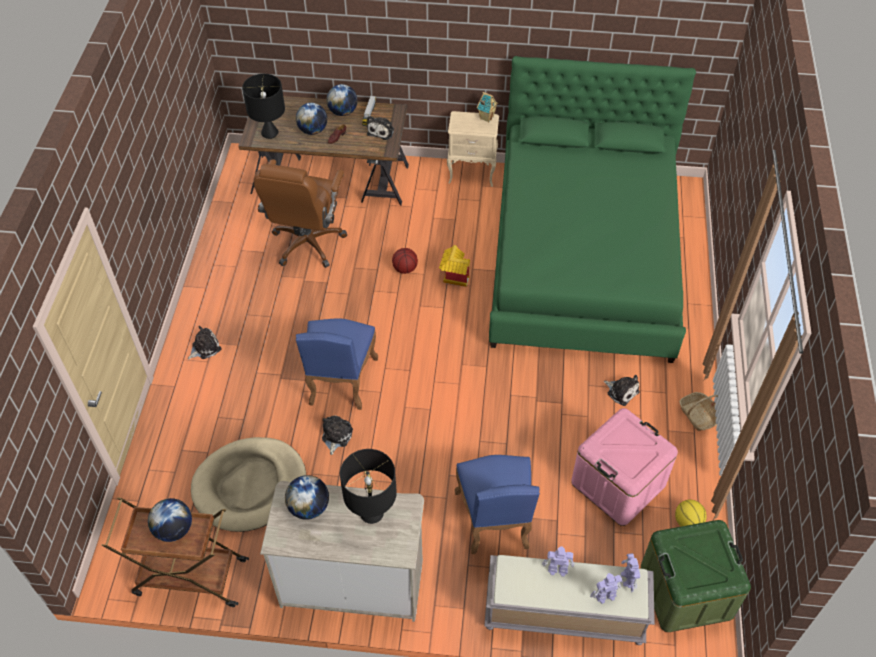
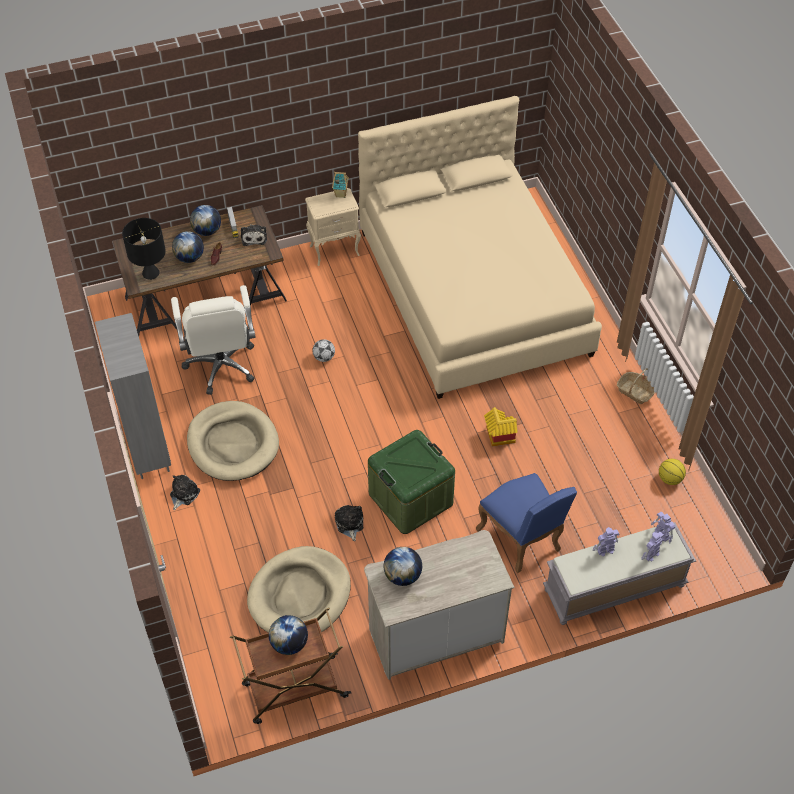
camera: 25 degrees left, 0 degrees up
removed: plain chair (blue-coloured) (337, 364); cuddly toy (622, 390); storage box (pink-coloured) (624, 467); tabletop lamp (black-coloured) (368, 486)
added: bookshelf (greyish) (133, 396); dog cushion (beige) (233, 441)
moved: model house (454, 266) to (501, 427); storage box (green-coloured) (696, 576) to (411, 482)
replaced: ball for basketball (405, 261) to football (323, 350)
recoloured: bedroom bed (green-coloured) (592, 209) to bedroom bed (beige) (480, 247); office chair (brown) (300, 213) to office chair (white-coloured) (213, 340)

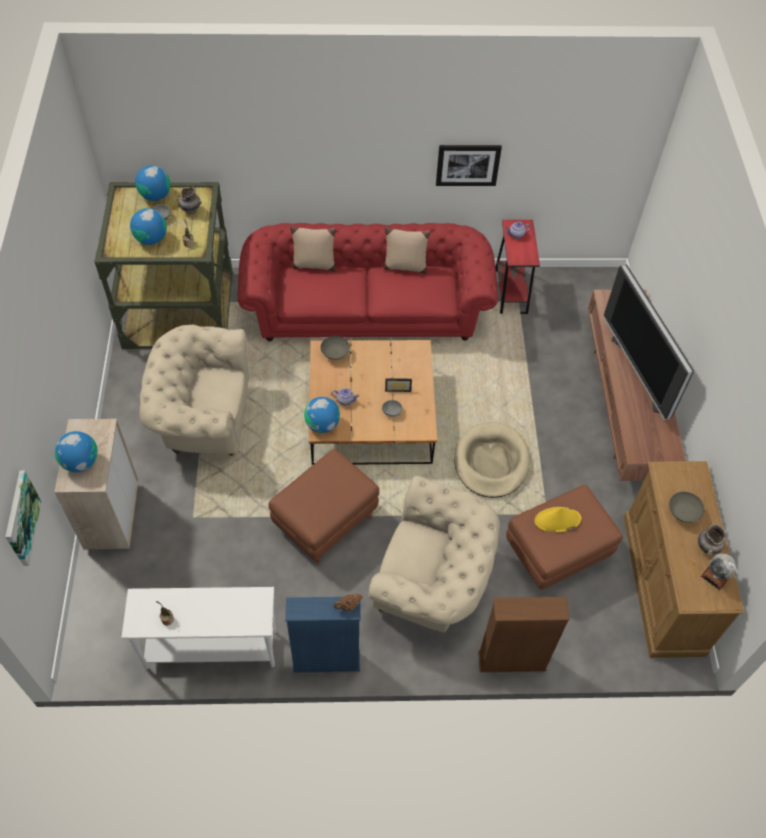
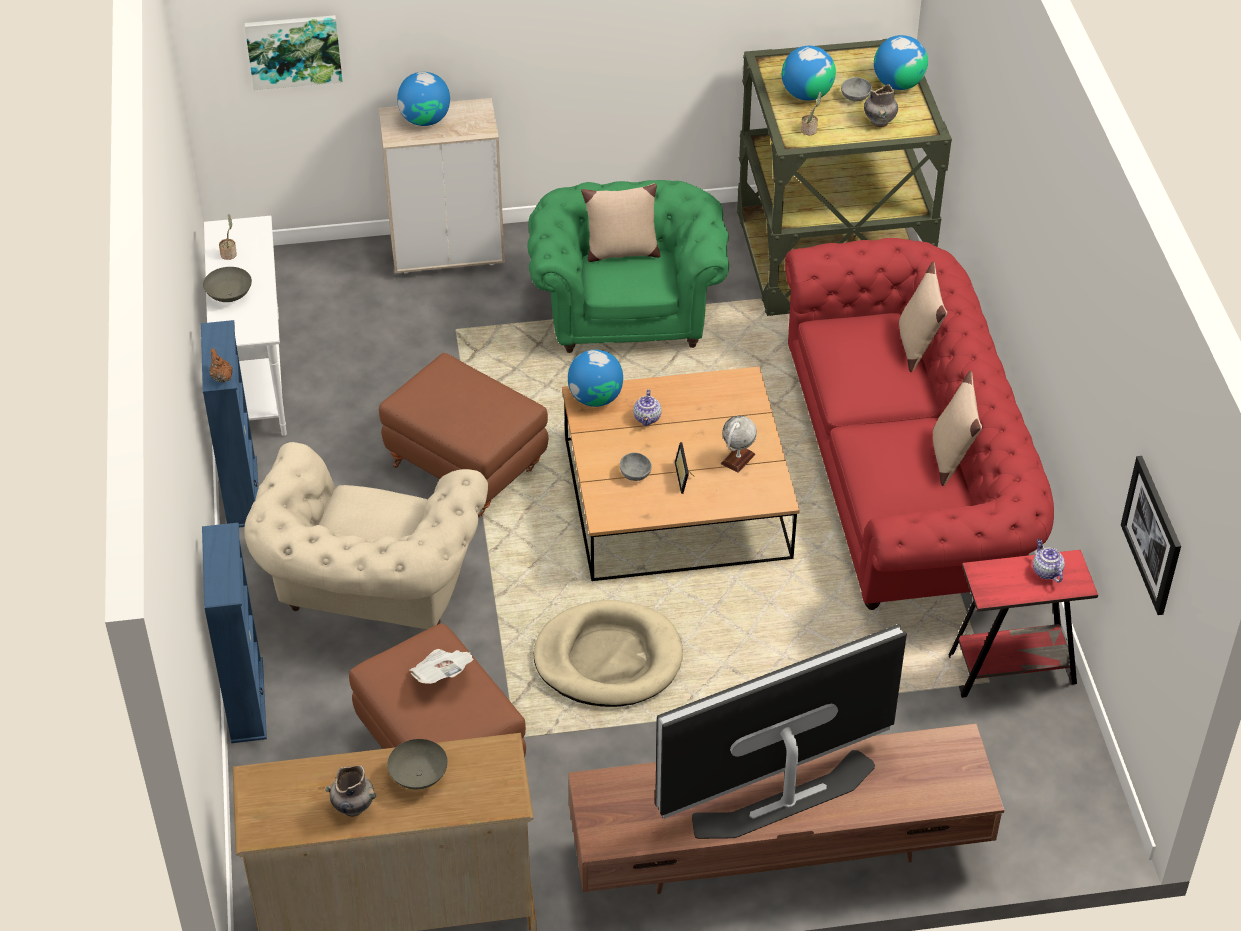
camera: 85 degrees right, 10 degrees down
added: pillow (beige) (620, 222)
moved: wall picture (469, 165) to (1151, 535); serving bowl (greyish) (335, 348) to (227, 284); desk globe (719, 571) to (739, 444)
replaced: wearable hat (yellowish) (557, 520) to printed paper (441, 666)
recoloured: armchair (beige) (194, 390) to armchair (green-coloured) (628, 266); bookshelf (brown) (524, 634) to bookshelf (blue-coloured) (234, 633)

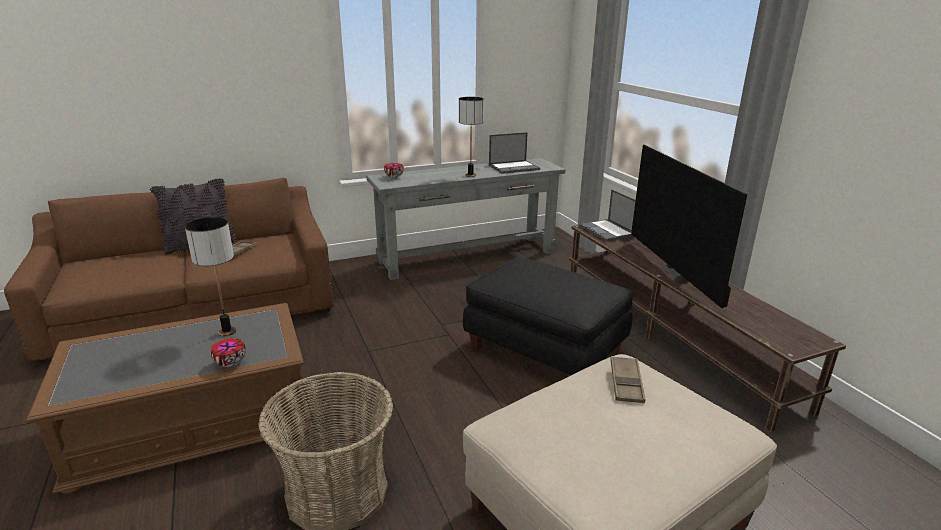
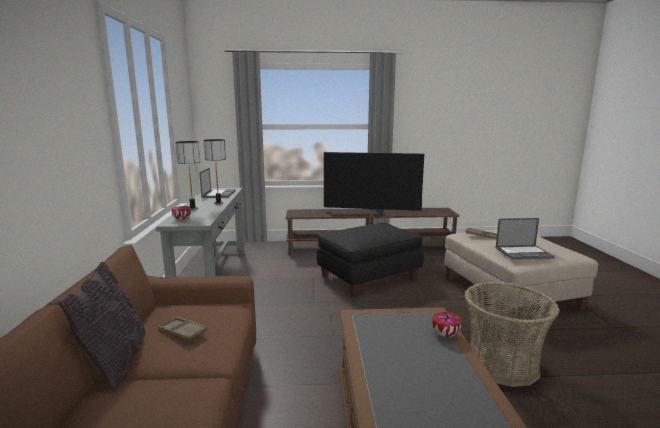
camera: 70 degrees left, 10 degrees down
moved: notebook computer (607, 215) to (525, 239); tabletop lamp (210, 276) to (187, 175)

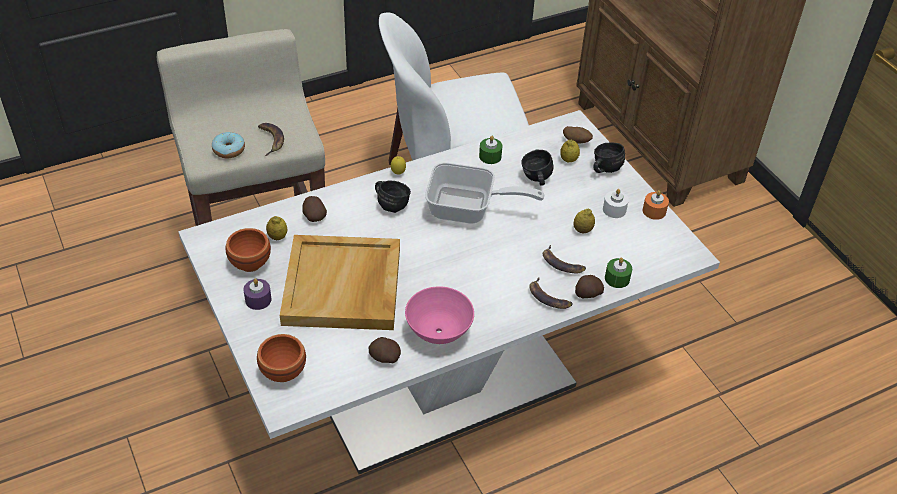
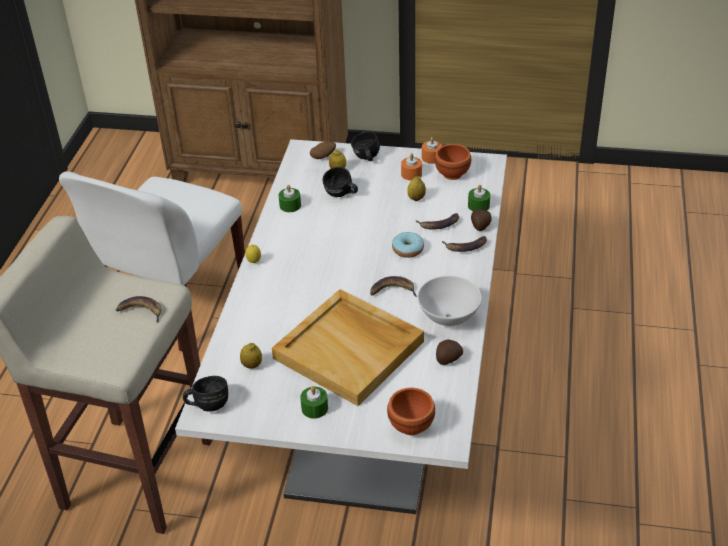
camera: 50 degrees left, 5 degrees down
removed: frying pan (484, 193); potato (315, 209)
added: banana (393, 286)
moved: ring doughnut (228, 145) to (408, 245); mug (black-coloured) (393, 197) to (205, 394); serving bowl (brown) (248, 250) to (453, 162)
recoloured: wax candle (white-coloured) (616, 203) to wax candle (orangey) (411, 167); wax candle (purplish) (257, 294) to wax candle (green-coloured) (314, 402); serving bowl (pink-coloured) (439, 315) to serving bowl (white-coloured) (450, 301)

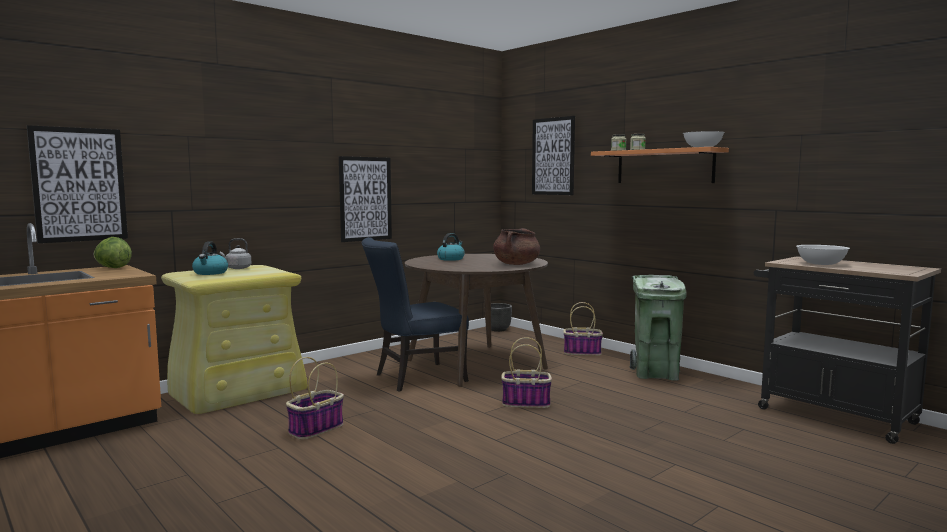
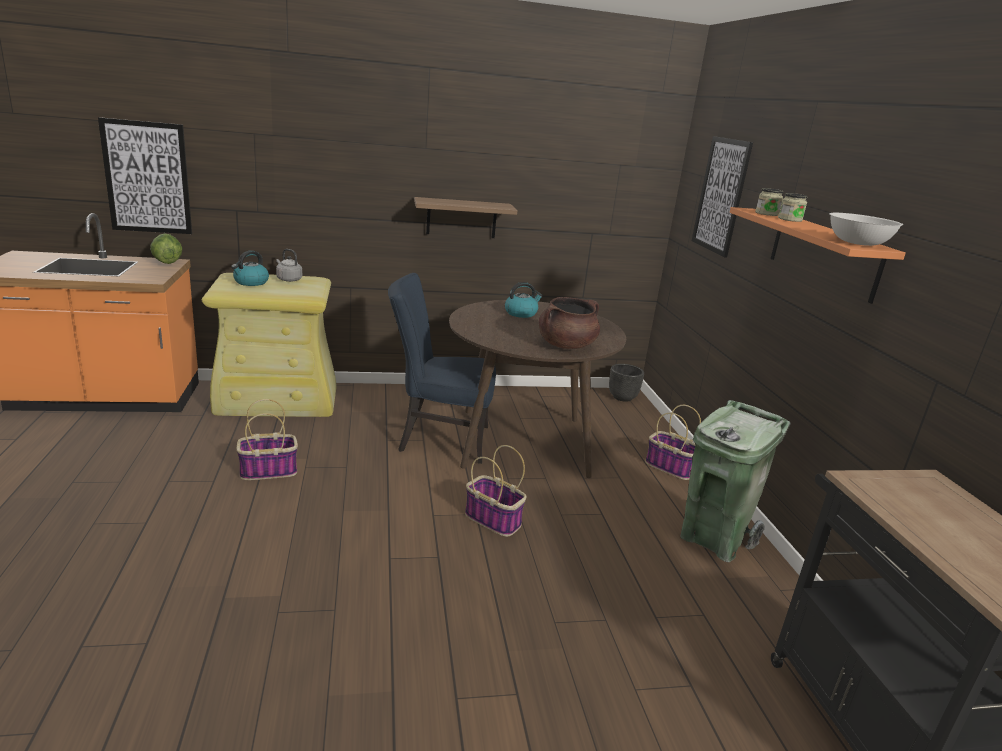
camera: 30 degrees right, 15 degrees up
removed: serving bowl (white-coloured) (823, 255)
replaced: wall picture (365, 199) to wall shelf (466, 217)

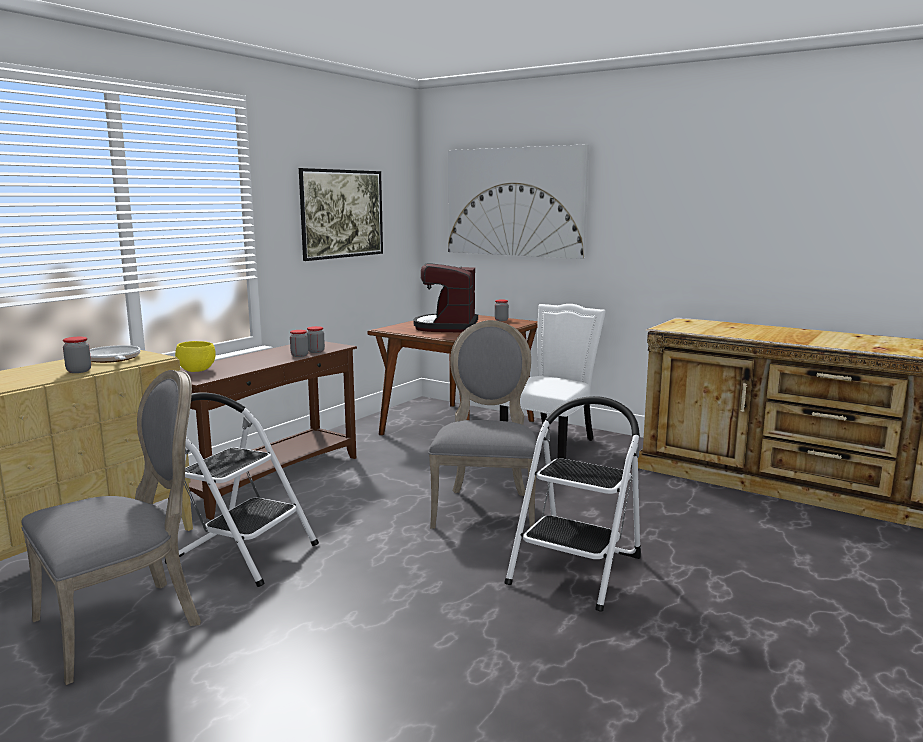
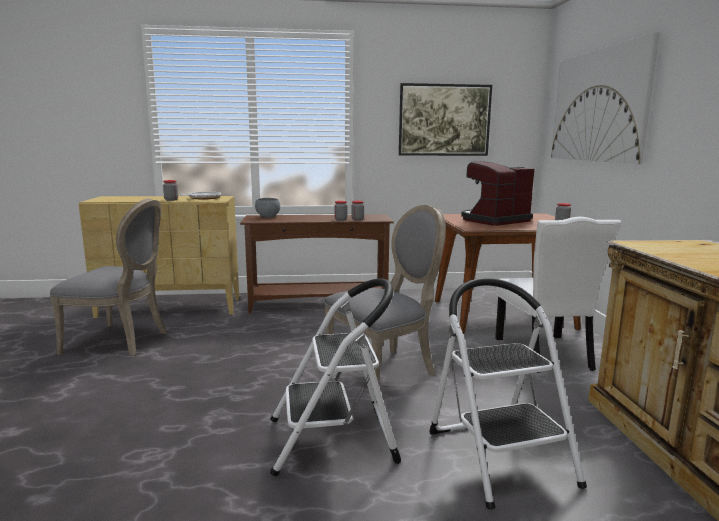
camera: 50 degrees right, 0 degrees up
moved: stepladder (242, 489) to (508, 393)
recoloured: serving bowl (yellowish) (195, 356) to serving bowl (greyish) (267, 208)
turned: plain chair (white-coloured) (552, 381) = (558, 295) 90 degrees clockwise

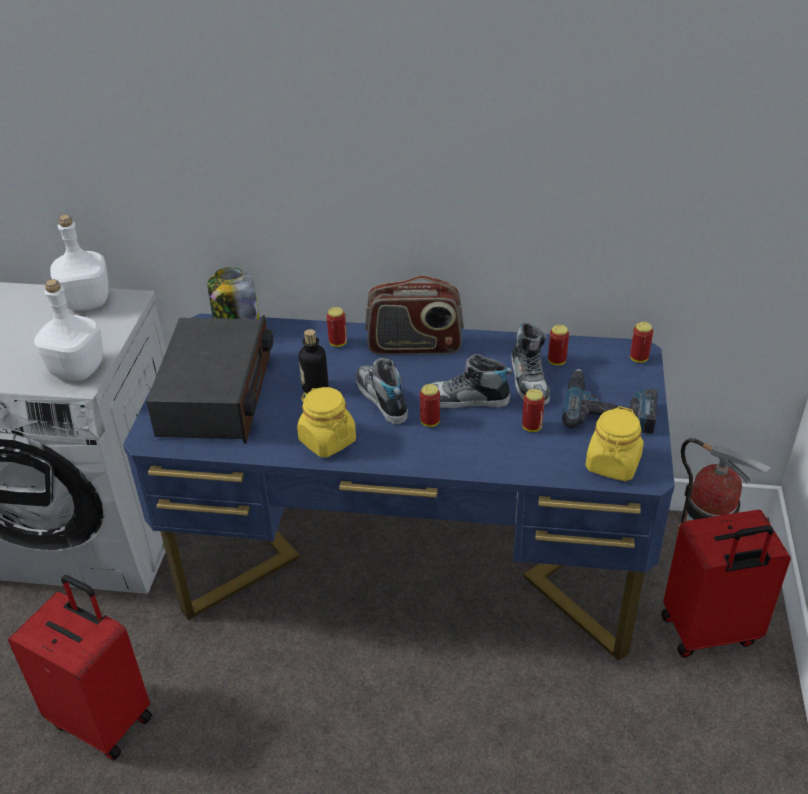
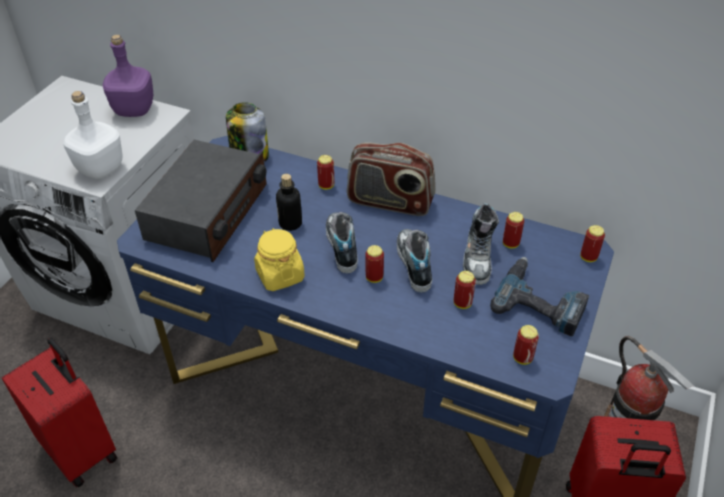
camera: 15 degrees right, 5 degrees up
replaced: storage jar (yellowish) (615, 443) to can (526, 345)
recoloured: bottle (white-coloured) (79, 263) to bottle (purplish) (128, 76)
turned: item of footwear (471, 381) = (414, 261) 60 degrees clockwise

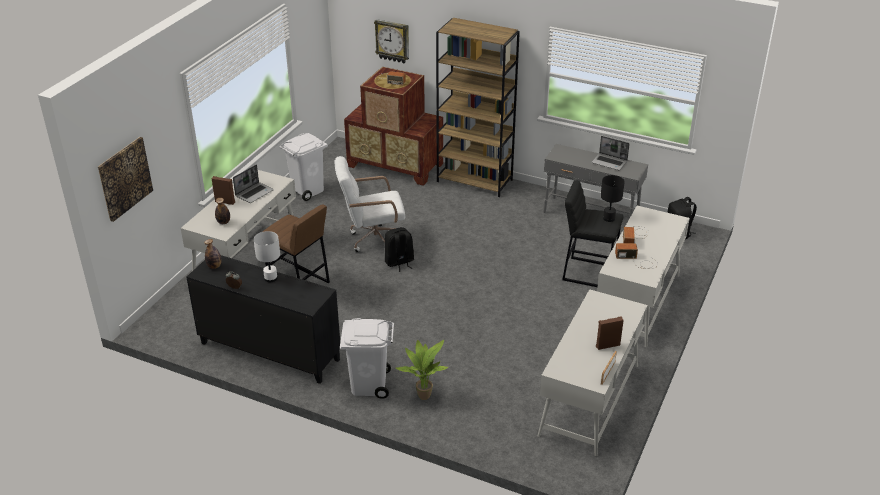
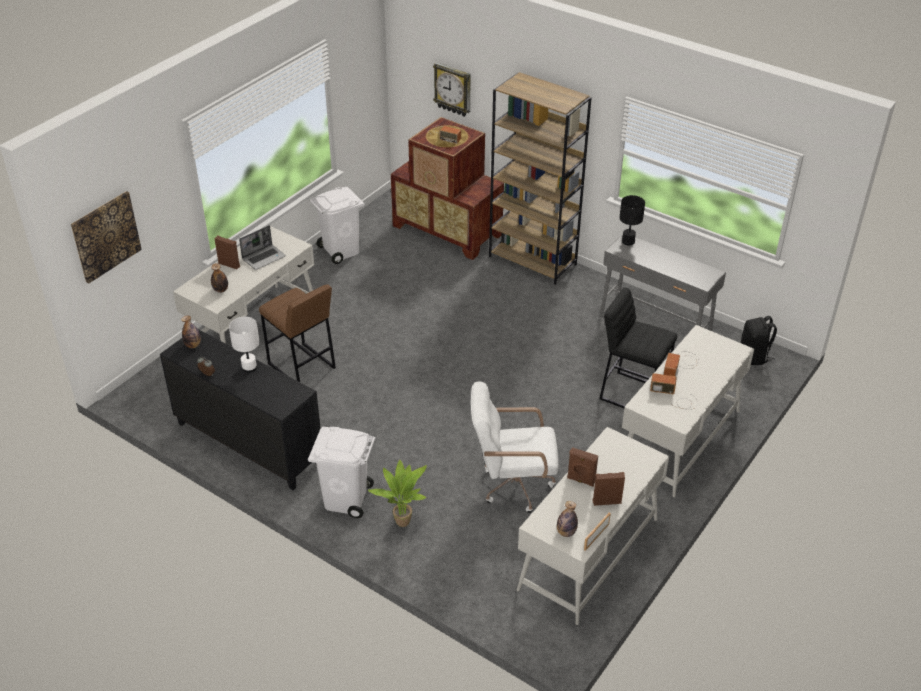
camera: 10 degrees right, 5 degrees up
removed: notebook computer (610, 153); rucksack (black-coloured) (399, 249)
added: audio speaker (brown) (582, 467); bottle (567, 519)
moved: office chair (white-coloured) (370, 204) to (514, 447); tabletop lamp (black-coloured) (612, 198) to (632, 220)

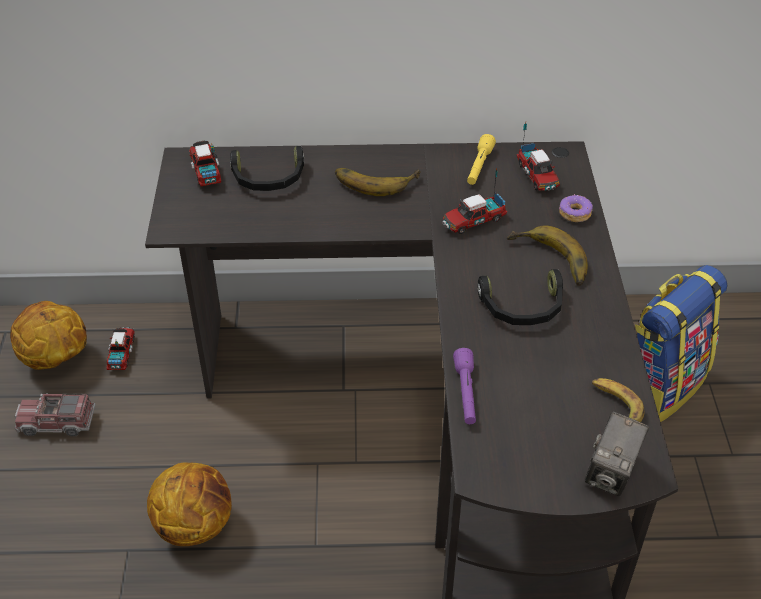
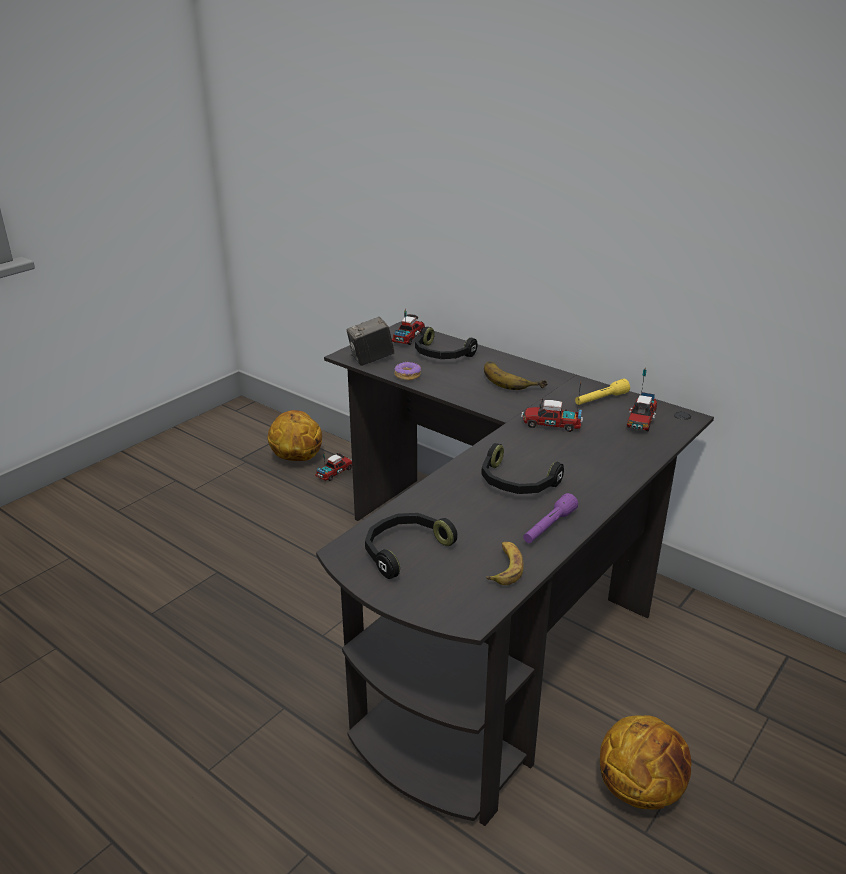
camera: 40 degrees right, 15 degrees down
removed: banana (547, 256); rucksack (681, 343); model truck (55, 414)
added: headphones (black-coloured) (411, 546)
moved: ring doughnut (576, 208) to (407, 371); torch (purplish) (464, 386) to (550, 518); photo camera (617, 454) to (370, 341); ball for basketball (189, 504) to (646, 762)

